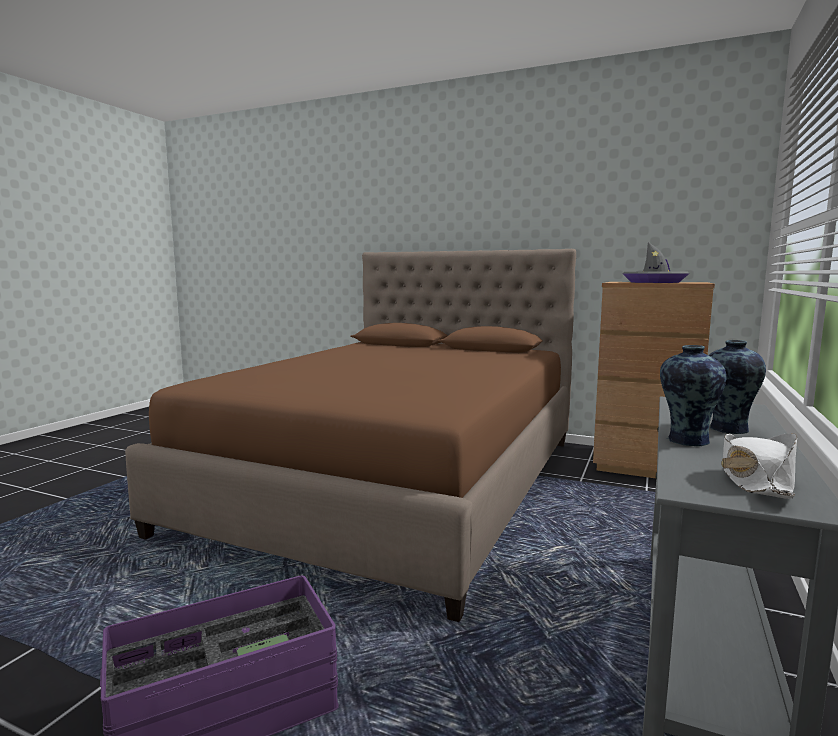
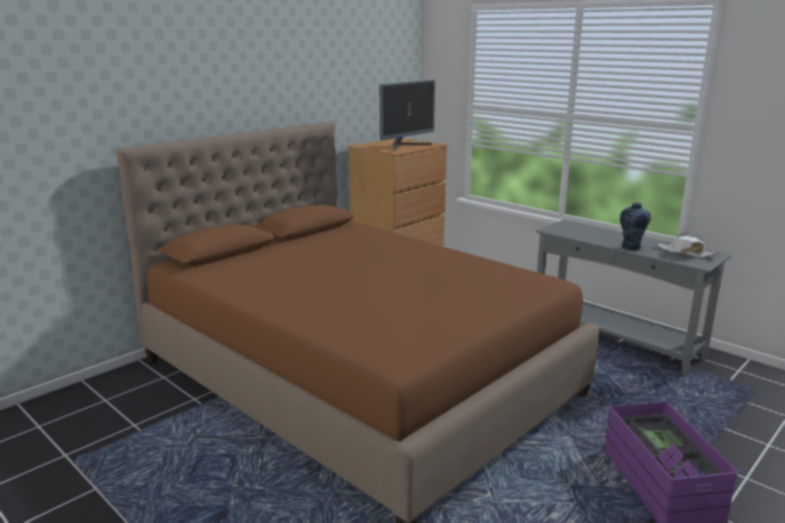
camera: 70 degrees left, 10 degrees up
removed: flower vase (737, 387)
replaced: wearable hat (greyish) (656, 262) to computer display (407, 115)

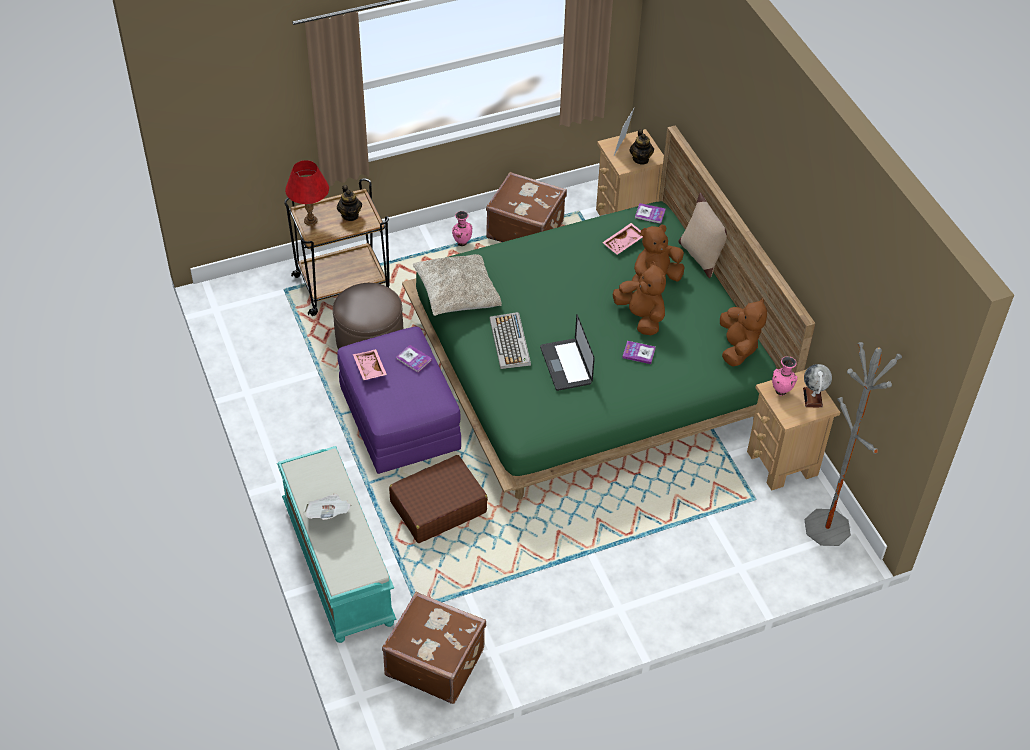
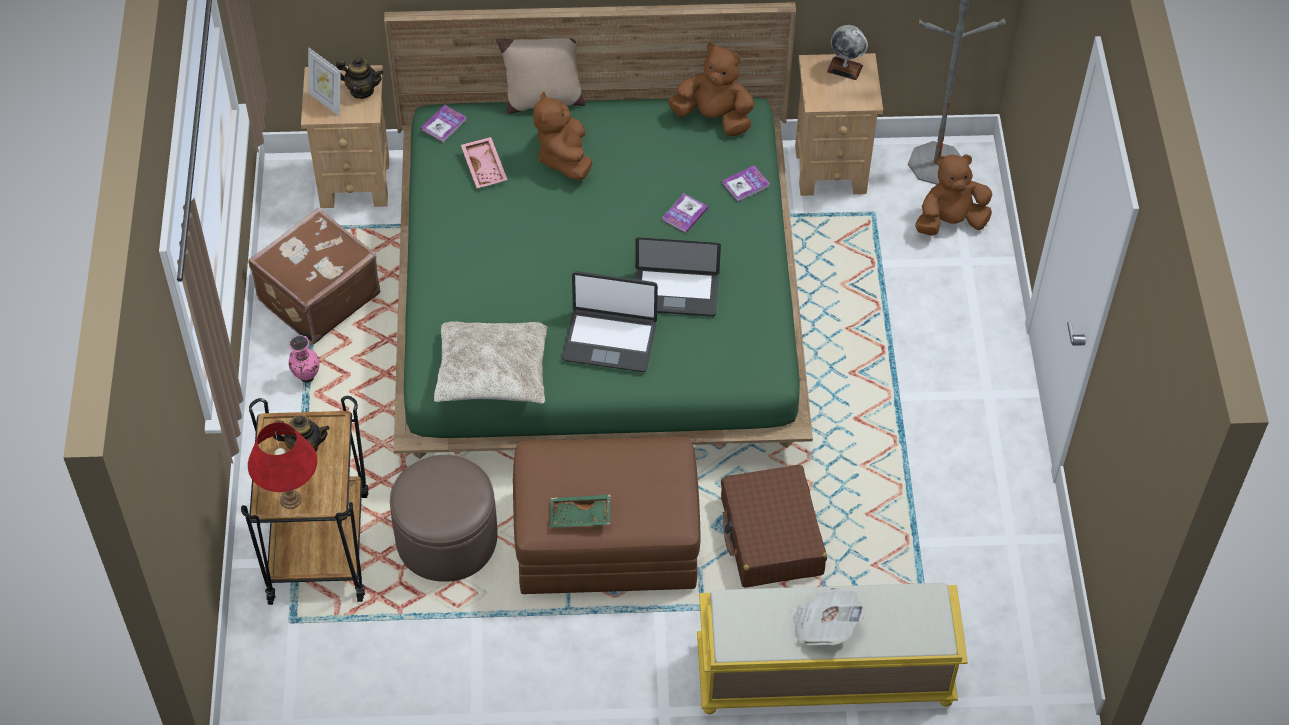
camera: 70 degrees left, 5 degrees up
removed: flower vase (pink-coloured) (784, 376); piece of luggage (brown) (434, 647)
moved: cuddly toy (brown) (639, 298) to (953, 195); volume (414, 359) to (746, 183)
replaced: PC keyboard (510, 340) to notebook computer (610, 321)
recoloured: ottoman (purplish) (399, 400) to ottoman (brown) (606, 515); serving tray (pink-coloured) (370, 364) to serving tray (green-coloured) (579, 511); bench (turquoise) (337, 544) to bench (yellowish) (832, 648)

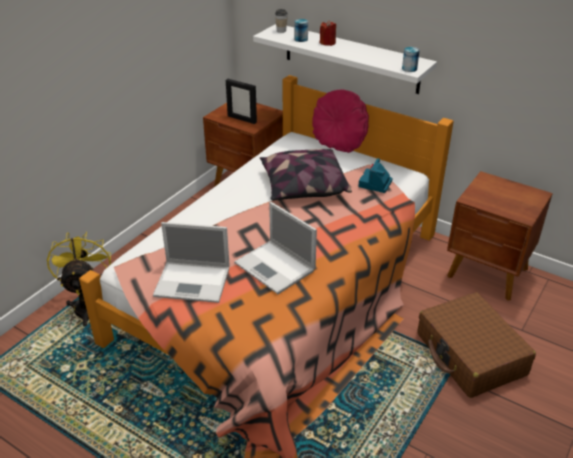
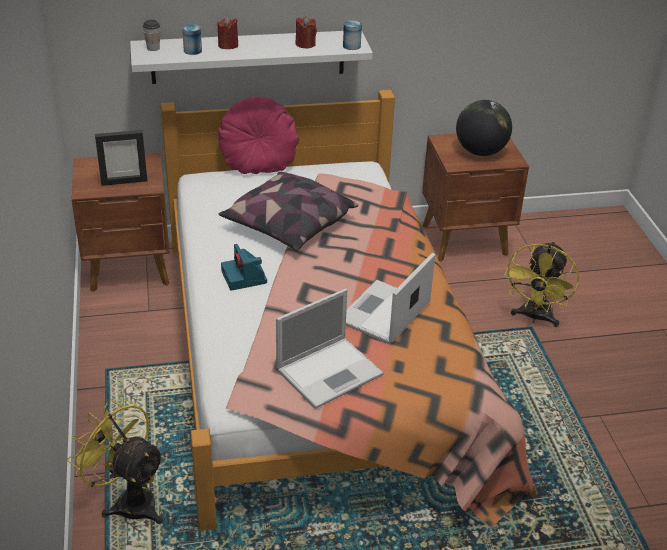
camera: 45 degrees left, 0 degrees up
added: wax candle (red-coloured) (306, 32); desk globe (484, 128)
moved: photo camera (375, 175) to (244, 267)
replaced: piece of luggage (brown) (477, 345) to fan (yellowish) (541, 284)
turned: notebook computer (275, 248) = (390, 298) 120 degrees clockwise

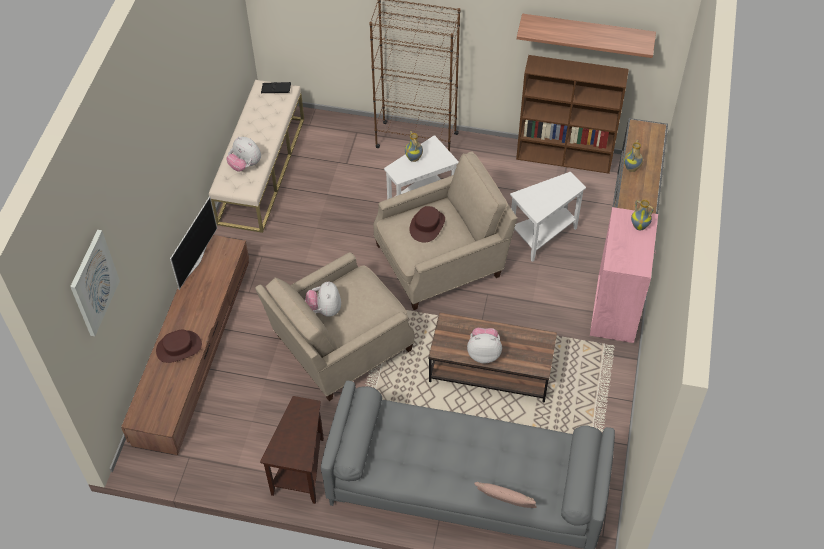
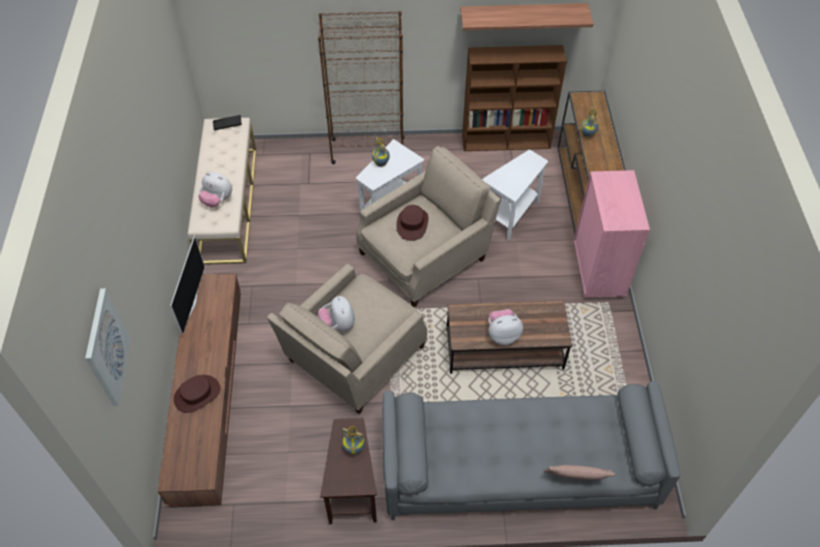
camera: 15 degrees left, 0 degrees up
moved: flower vase (642, 215) to (353, 440)

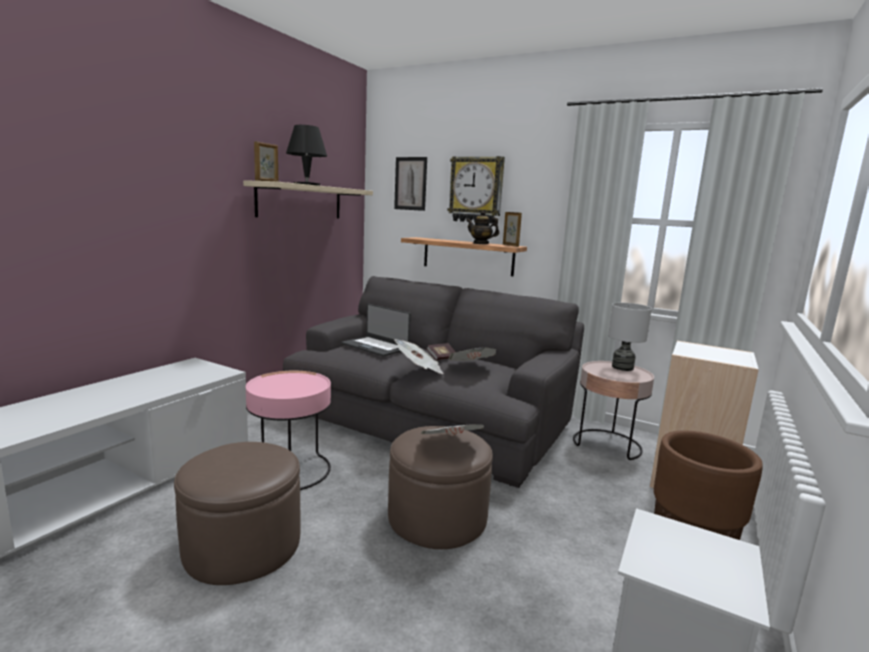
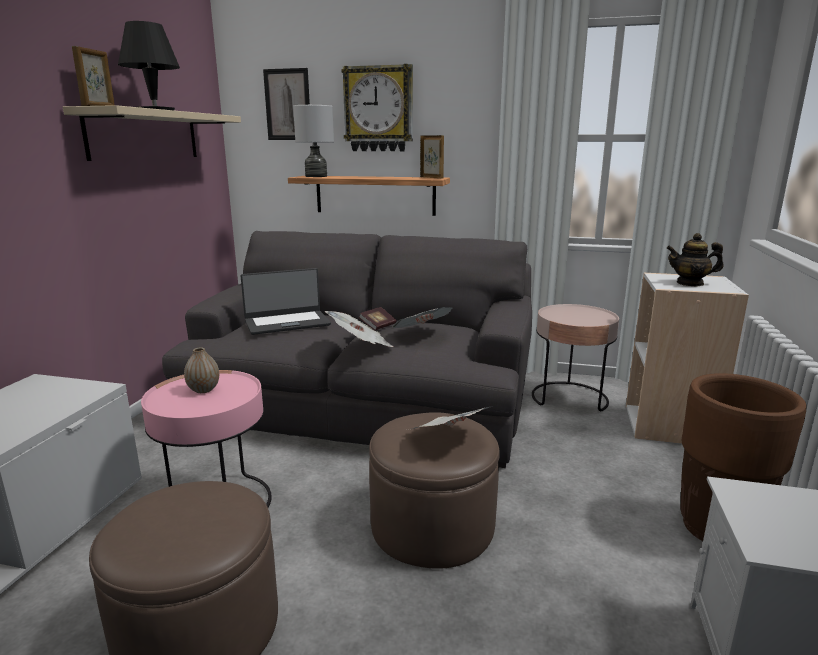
camera: 15 degrees left, 5 degrees up
added: flower vase (201, 370)
moved: teapot (483, 227) to (694, 259); tabletop lamp (greyish) (630, 337) to (313, 141)
turned: notebook computer (376, 330) = (285, 301) 45 degrees counterclockwise

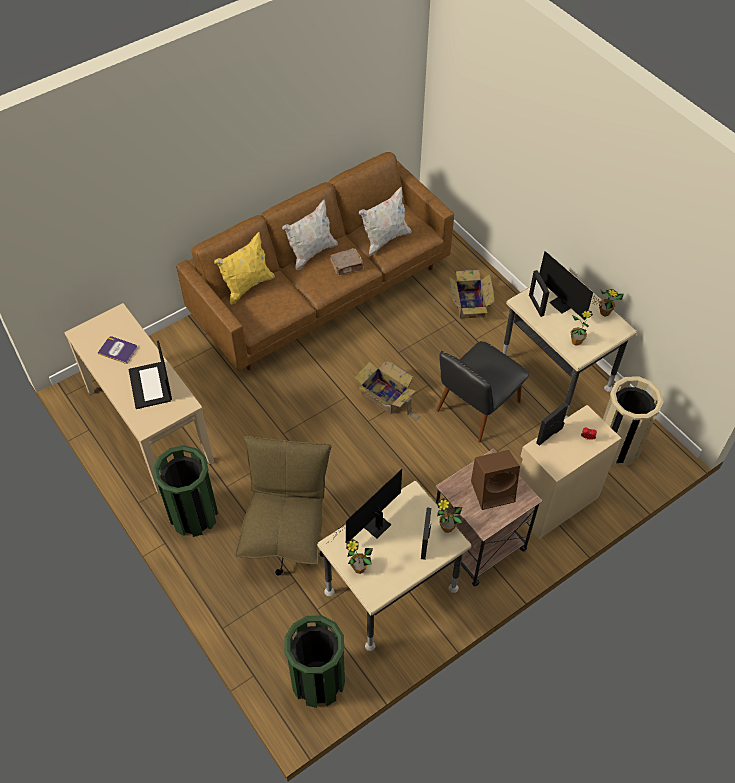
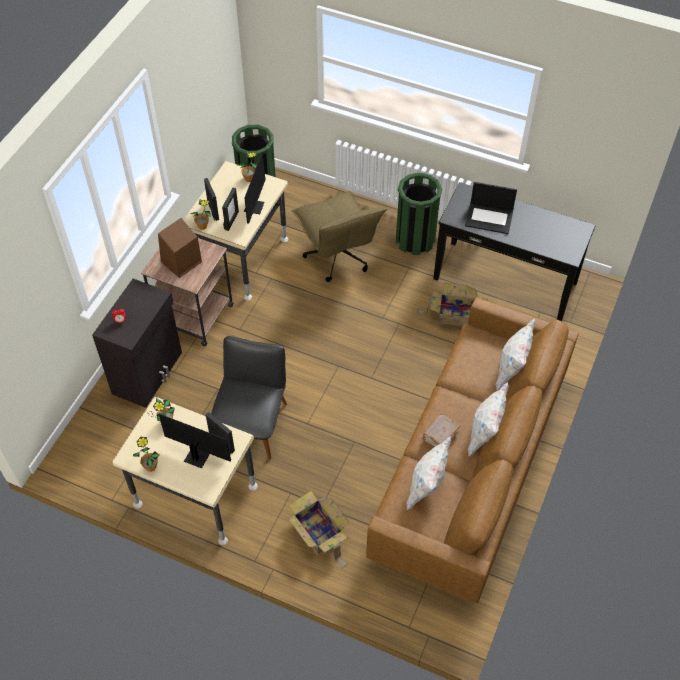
camera: 150 degrees right, 0 degrees up
removed: volume (117, 350); trash can (beige) (633, 421)
moved: packing box (386, 391) to (452, 304); picture frame (552, 424) to (230, 209)
recoloured: pillow (yellowish) (244, 268) to pillow (white-coloured) (515, 354); console table (beige) (139, 398) to console table (black-coloured) (514, 251); cabinet (beige) (570, 472) to cabinet (black-coloured) (137, 343)
turned: notebook computer (150, 375) = (491, 208) 150 degrees clockwise

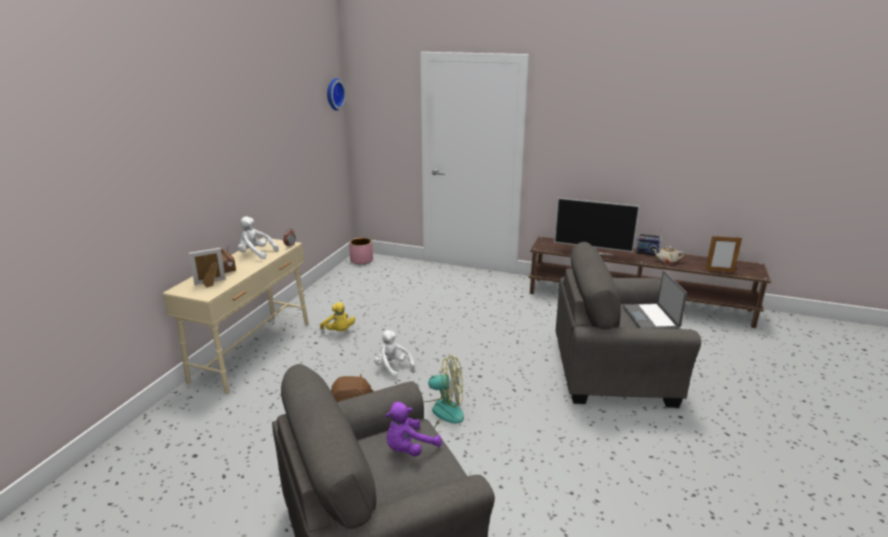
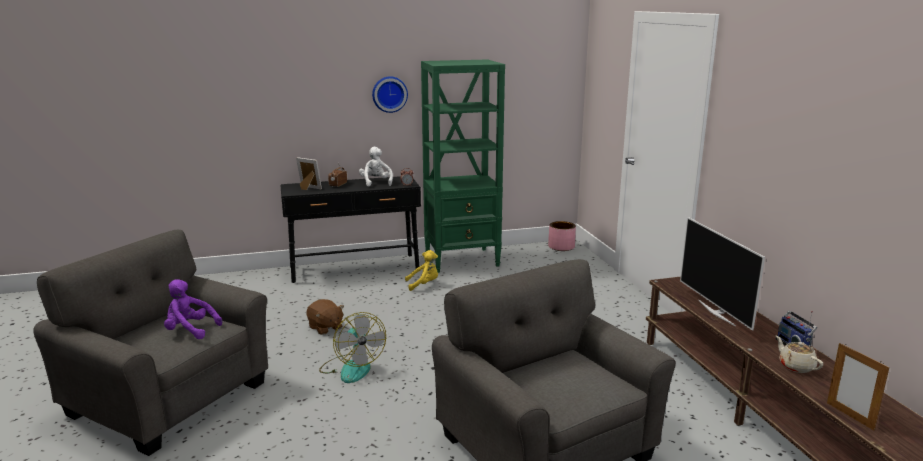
camera: 55 degrees right, 5 degrees down
removed: notebook computer (655, 300); cuddly toy (white-coloured) (394, 354)
added: bookshelf (green-coloured) (463, 166)
moved: clock on the wall (336, 94) to (390, 94)
recoloured: console table (beige) (236, 316) to console table (black-coloured) (351, 229)
turned: cuddly toy (yellowish) (337, 316) = (421, 270) 120 degrees counterclockwise

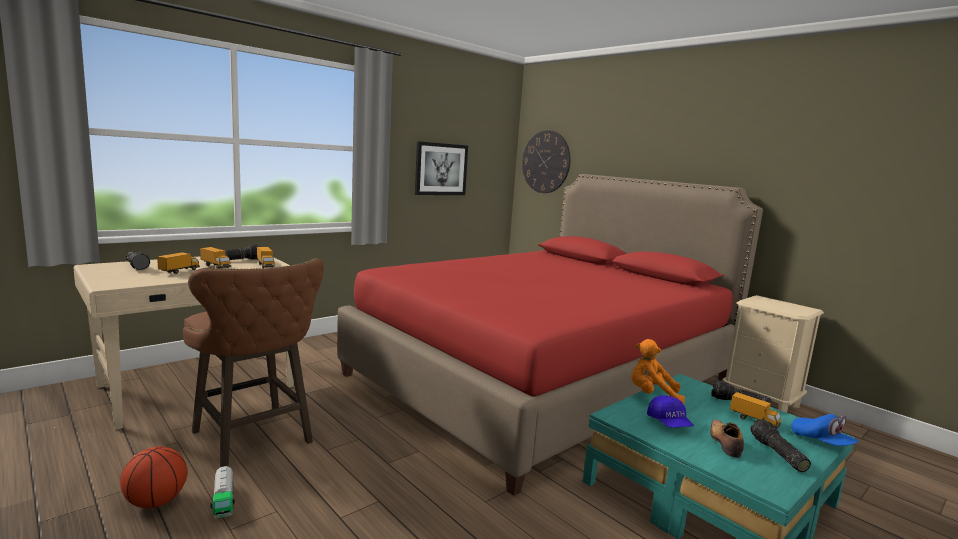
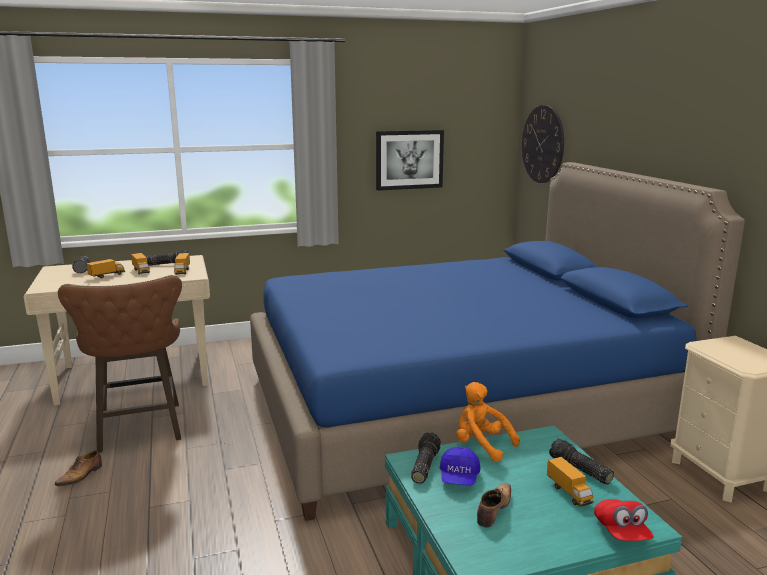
camera: 25 degrees right, 5 degrees up
removed: ball for basketball (153, 477)
moved: torch (780, 445) to (426, 458)
replaced: model truck (222, 492) to item of footwear (78, 468)
recoloured: bedroom bed (red-coloured) (550, 335) to bedroom bed (blue-coloured) (497, 341); peaked cap (blue-coloured) (825, 430) to peaked cap (red-coloured) (624, 520)

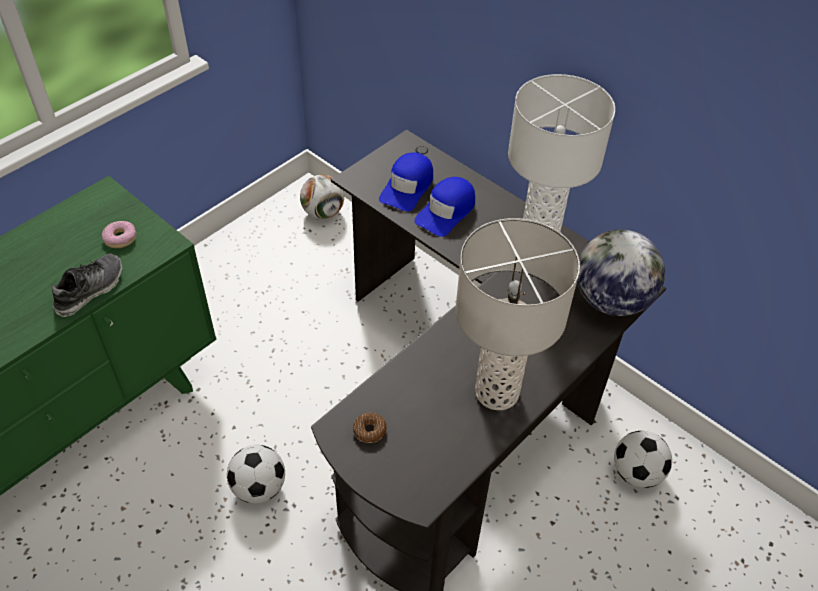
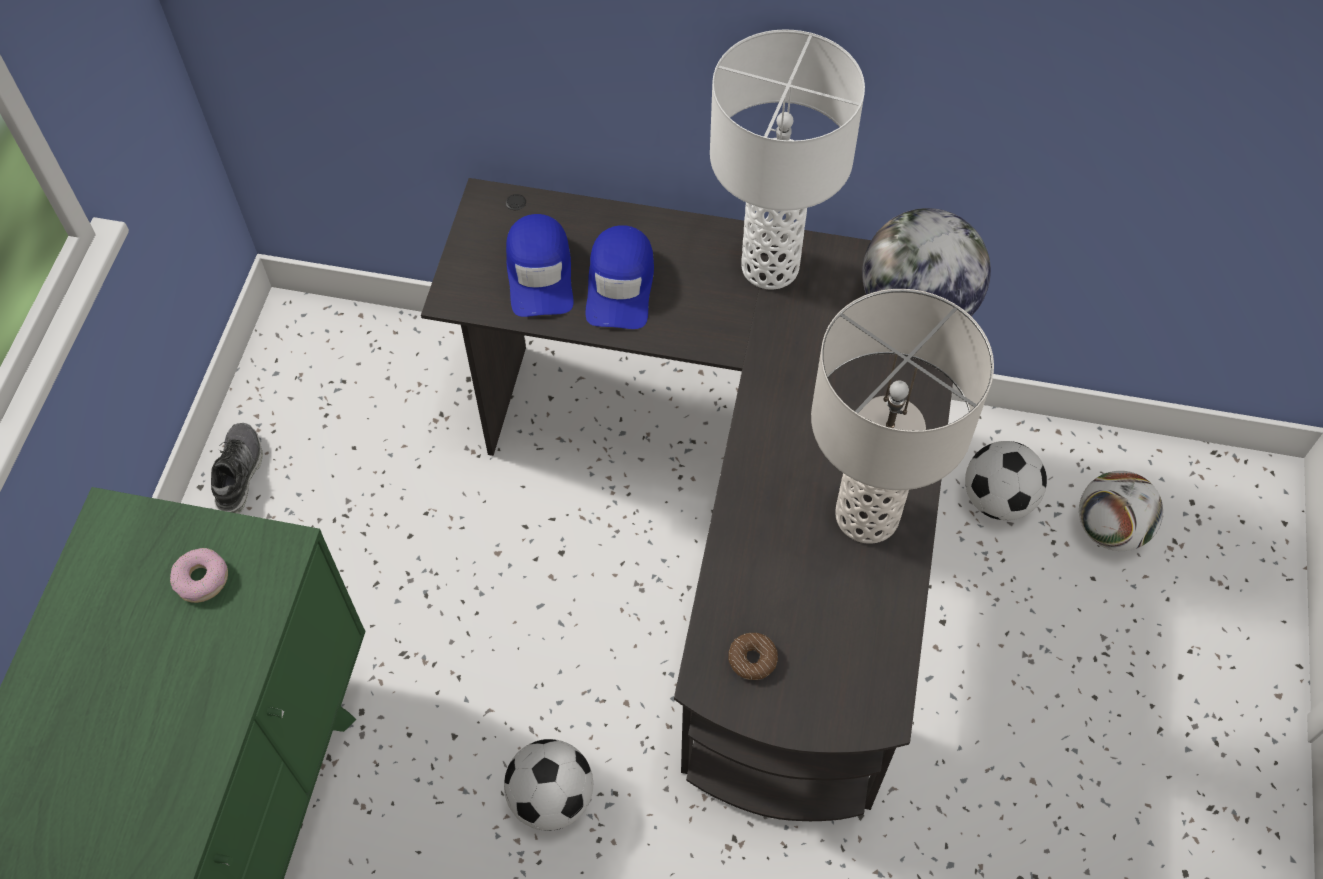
camera: 30 degrees left, 10 degrees up
moved: football (322, 197) to (1121, 511); item of footwear (87, 285) to (237, 468)

